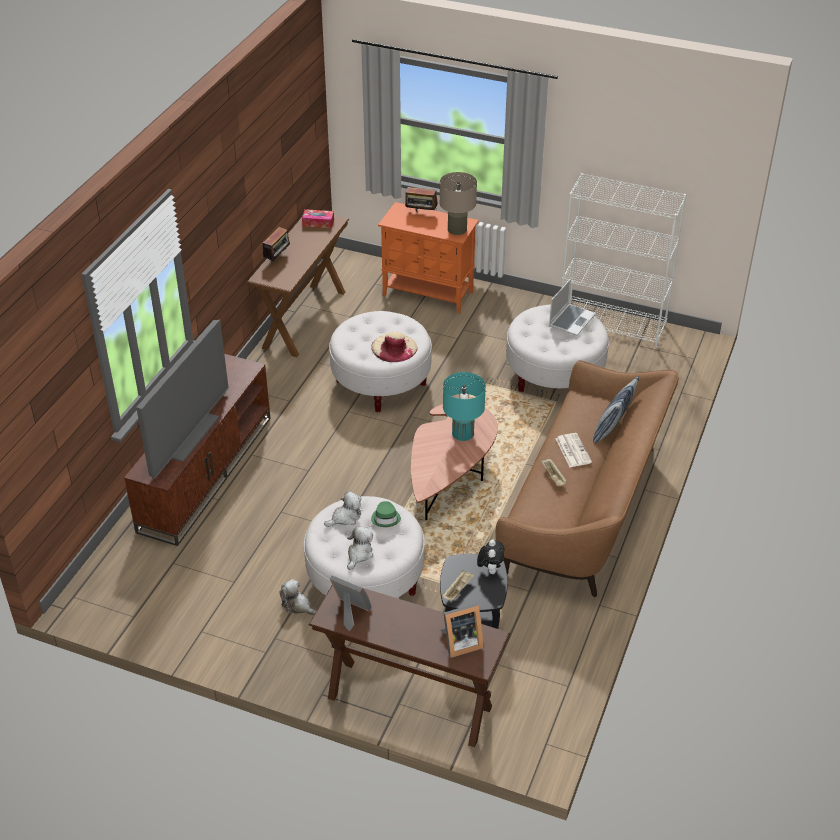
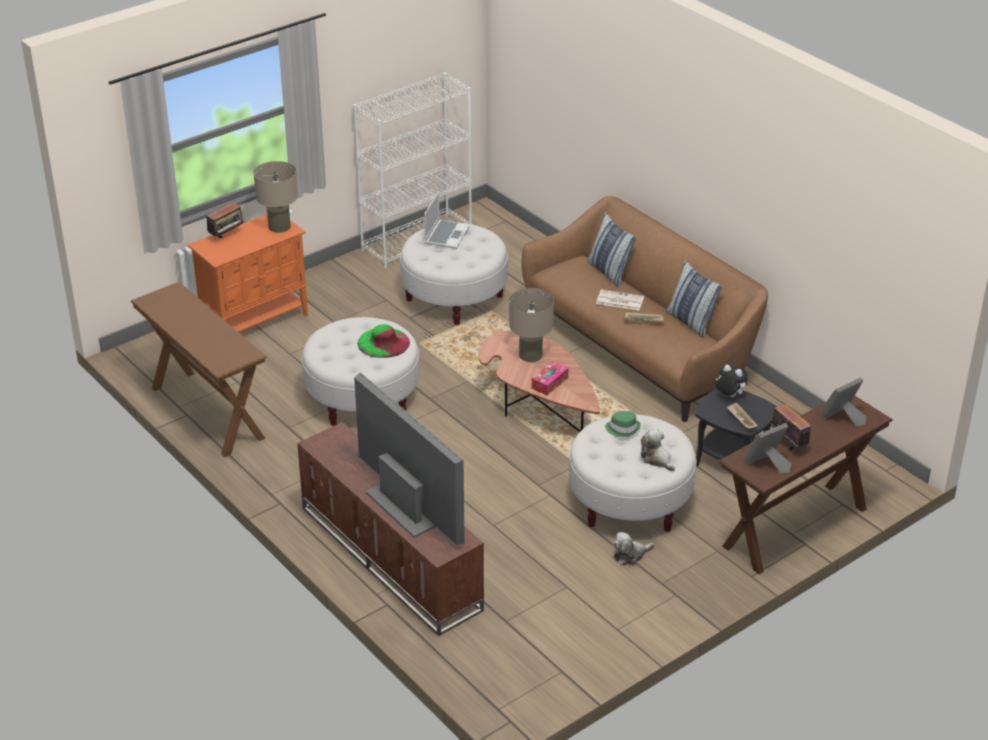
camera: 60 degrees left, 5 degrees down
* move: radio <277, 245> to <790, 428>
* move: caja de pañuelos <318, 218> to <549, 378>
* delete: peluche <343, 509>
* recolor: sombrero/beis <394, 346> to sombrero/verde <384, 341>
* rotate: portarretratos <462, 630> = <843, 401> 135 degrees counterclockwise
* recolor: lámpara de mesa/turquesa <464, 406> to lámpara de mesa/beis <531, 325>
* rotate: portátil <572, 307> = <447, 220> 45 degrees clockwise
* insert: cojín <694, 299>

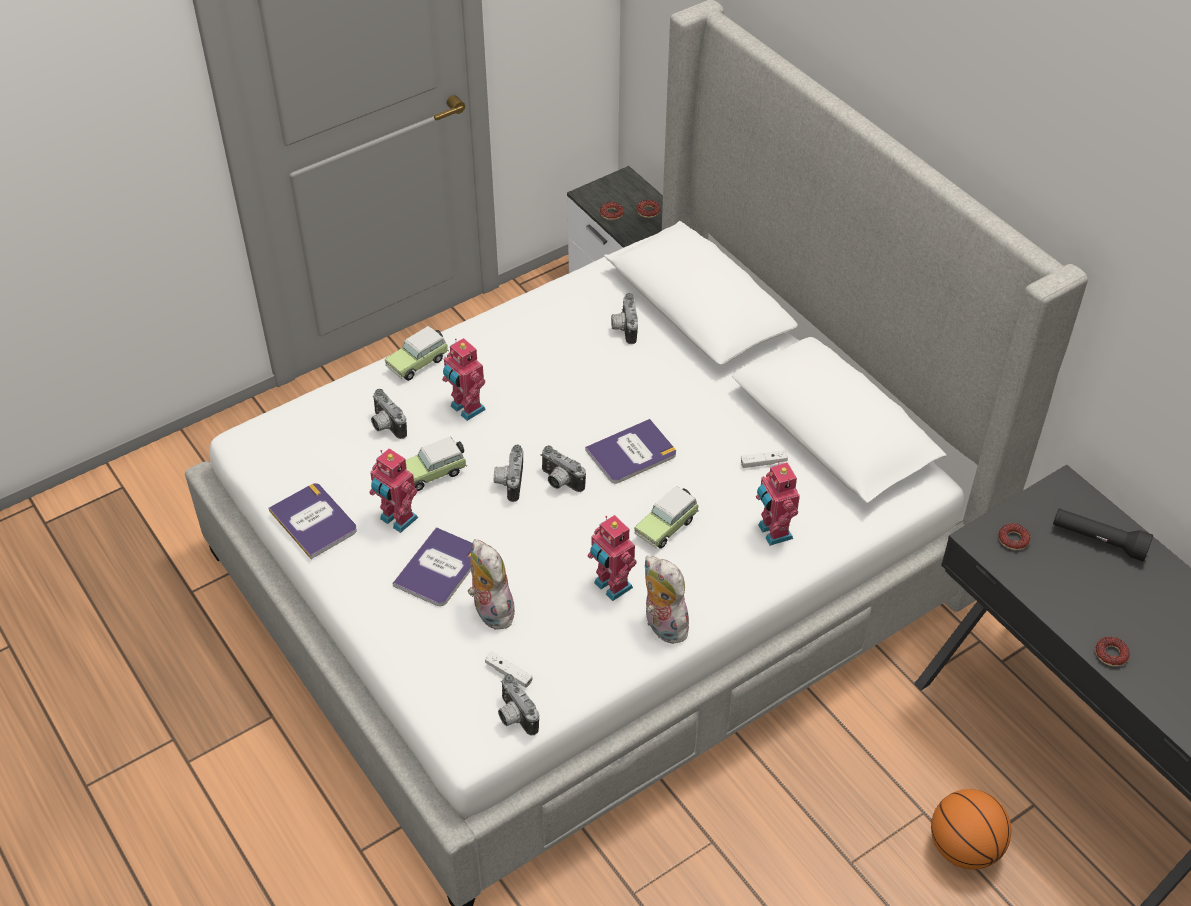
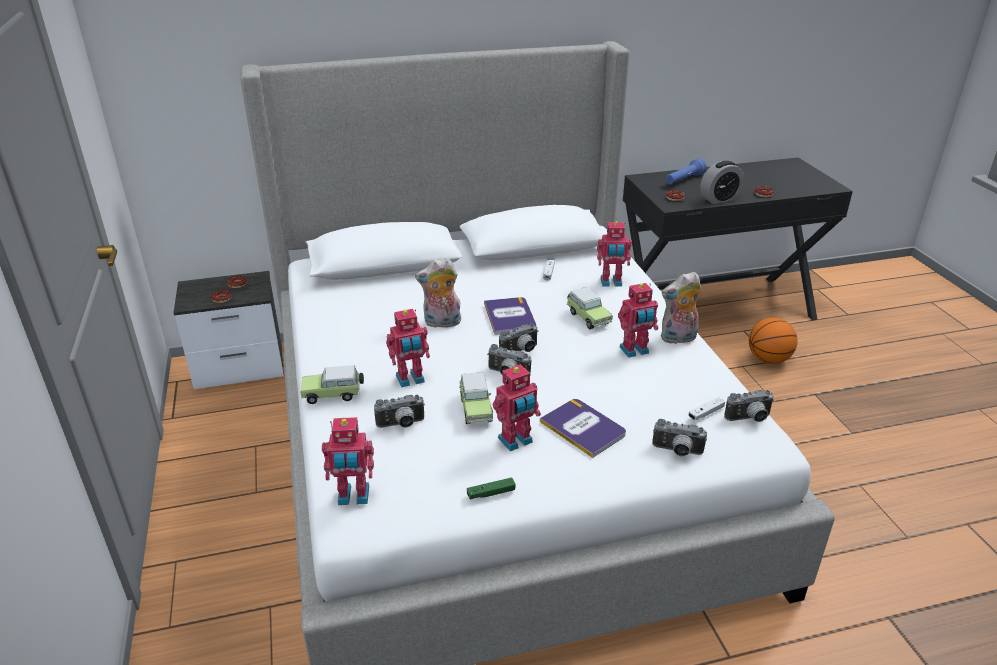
camera: 70 degrees left, 15 degrees down
* replace: libro <312, 521> to mando de consola/verde <491, 488>
* rotate: coche de juguete <417, 353> = <332, 384> 105 degrees clockwise
* move: peluche <492, 584> to <438, 293>
* move: cámara <624, 318> to <679, 437>
* recolor: linterna/negro <1103, 534> to linterna/azul <686, 171>
* insert: robot de juguete <348, 461>
* insert: despertador <722, 182>

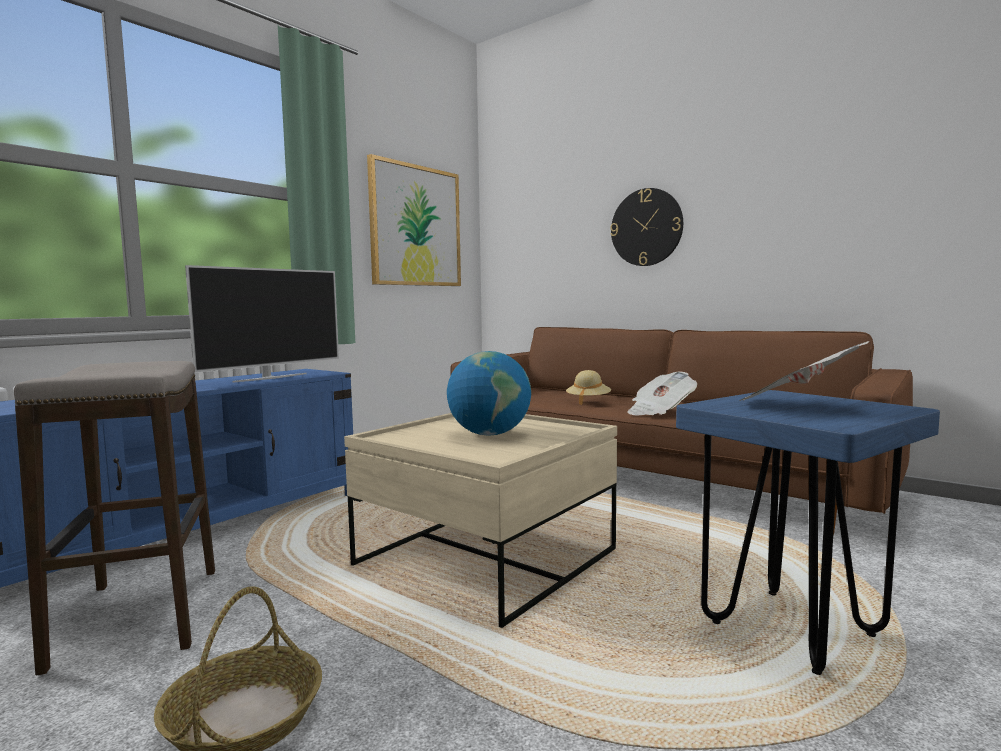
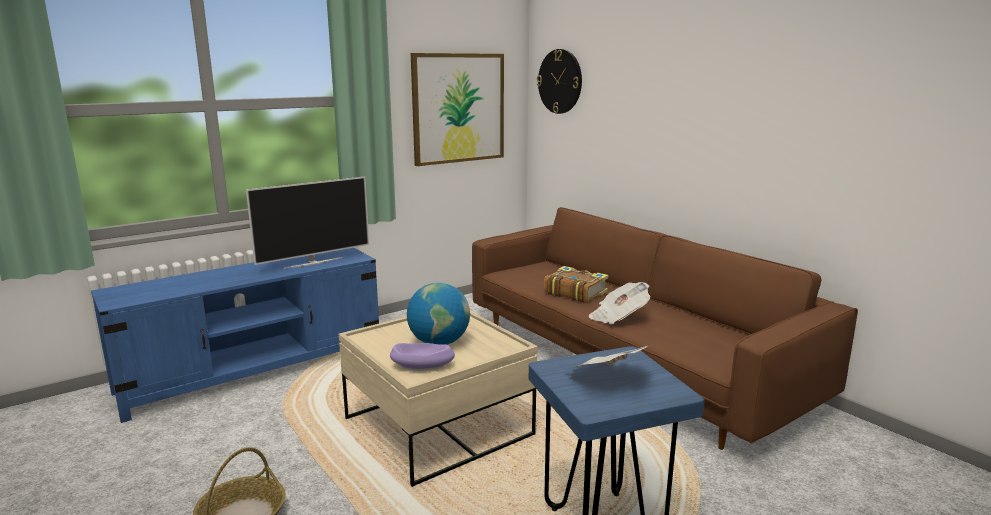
camera: 15 degrees right, 10 degrees up
* delete: taburete <114, 518>
* replace: sombrero/beis <588, 387> to libro <576, 284>
* move: reloj de pared <646, 227> to <559, 81>
* insert: cuenco/morado <422, 357>

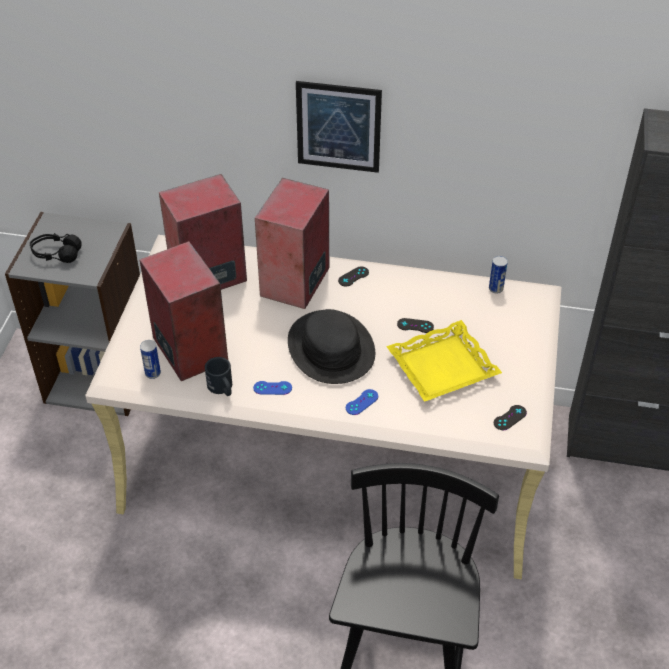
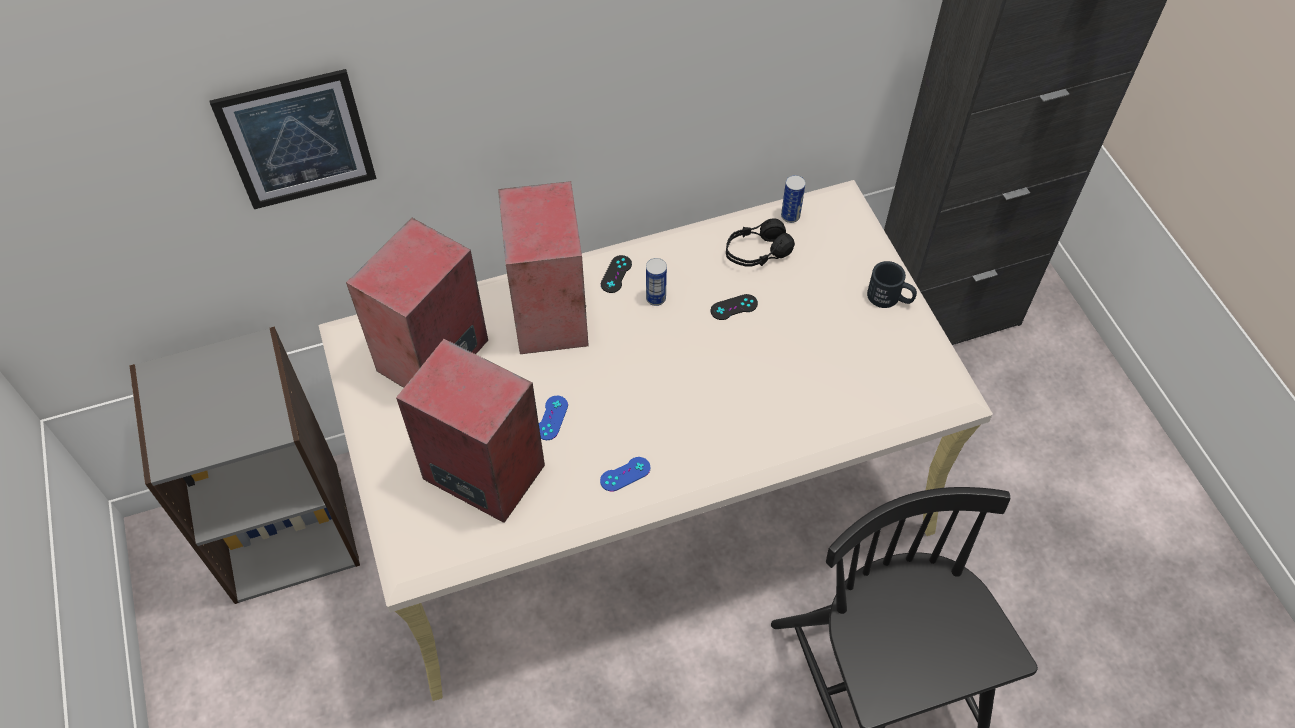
camera: 30 degrees left, 10 degrees up
* move: auriculares/negro <56, 248> to <760, 242>
* move: lata <150, 359> to <656, 282>
* move: taza grande/negro <218, 376> to <892, 284>
* delete: sombrero/negro <331, 346>
* move: cuadro <339, 127> to <293, 139>
* move: mando de consola/azul <362, 402> to <553, 418>
* delete: bandeja/amarillo <444, 361>
* delete: mando de consola/negro <510, 417>

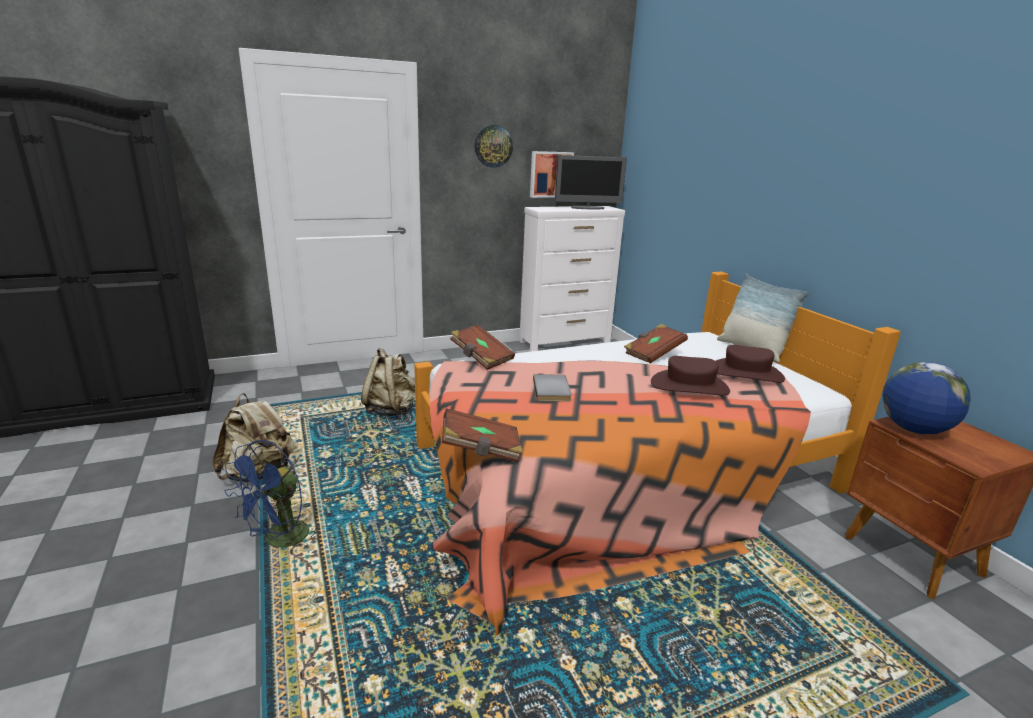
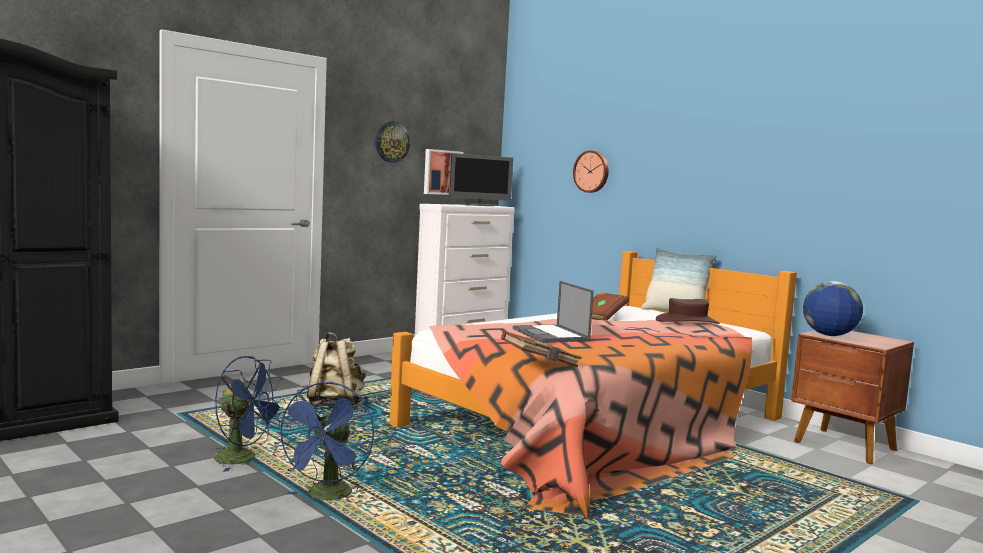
camera: 20 degrees left, 15 degrees down
* replace: mochila/beis <253, 437> to ventilador/azul <250, 413>
* delete: libro/marrón <482, 347>
* replace: libro/gris <552, 388> to portátil <553, 312>
* delete: sombrero/marrón <690, 376>
* insert: reloj de pared <591, 172>

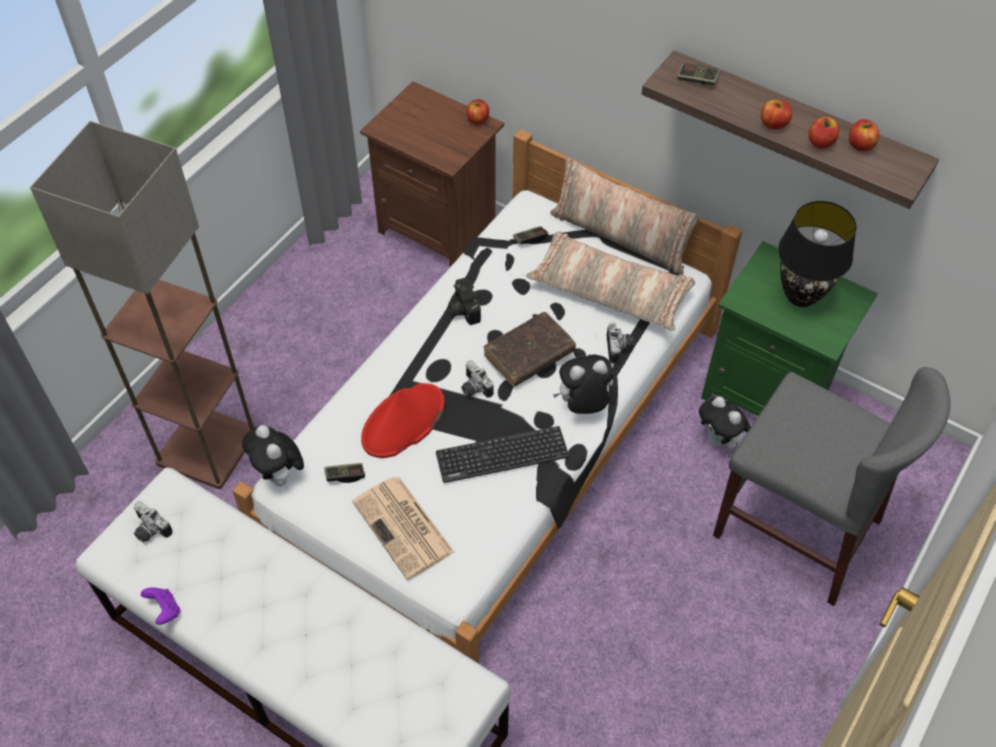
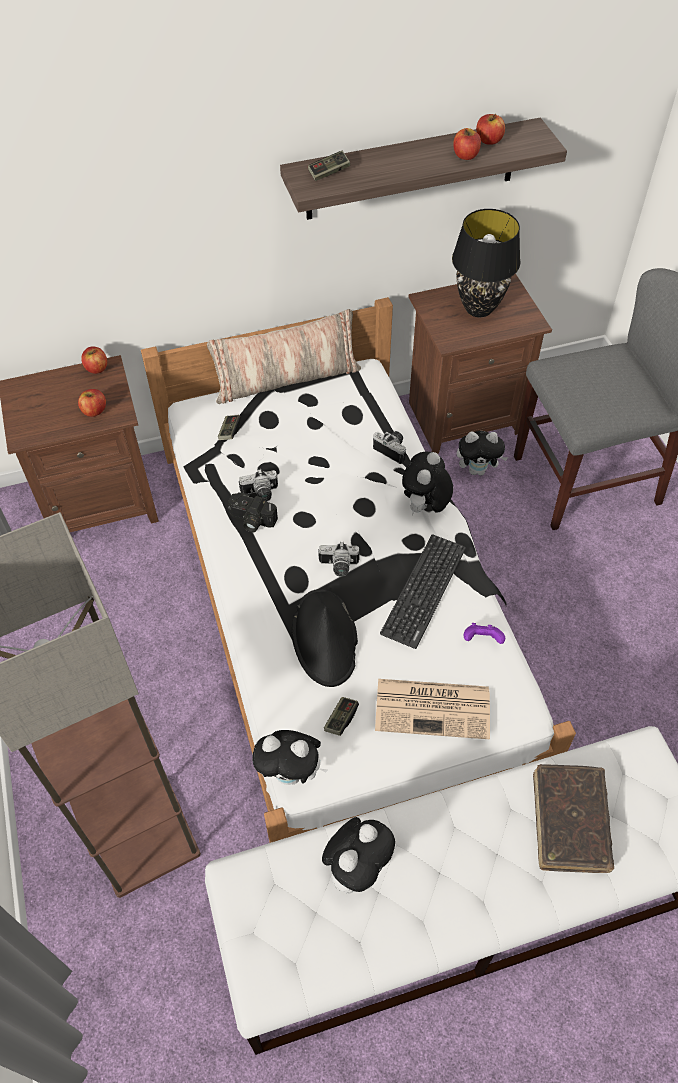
camera: 50 degrees left, 0 degrees up
* move: cámara <153, 522> to <258, 485>
* move: mando de consola/morado <160, 606> to <484, 633>
* recolor: sombrero/rojo <402, 420> to sombrero/negro <325, 638>
* move: libro/marrón <530, 349> to <573, 818>
* delete: cojín <610, 281>
* recolor: mesita de noche/verde <789, 328> to mesita de noche/marrón <480, 363>
* move: manzana <776, 114> to <92, 403>
* insert: peluche <358, 855>

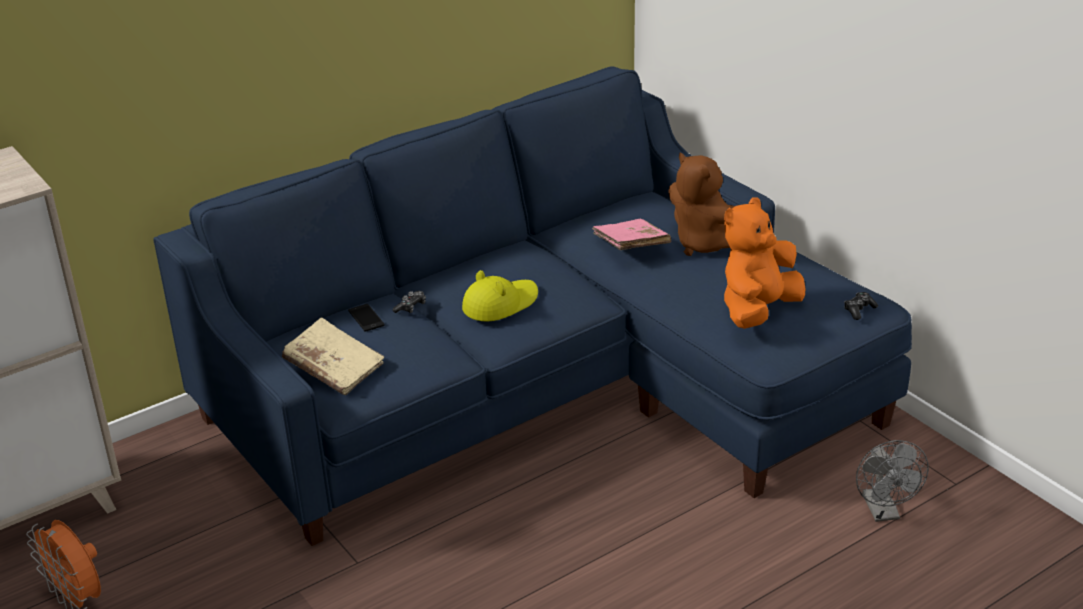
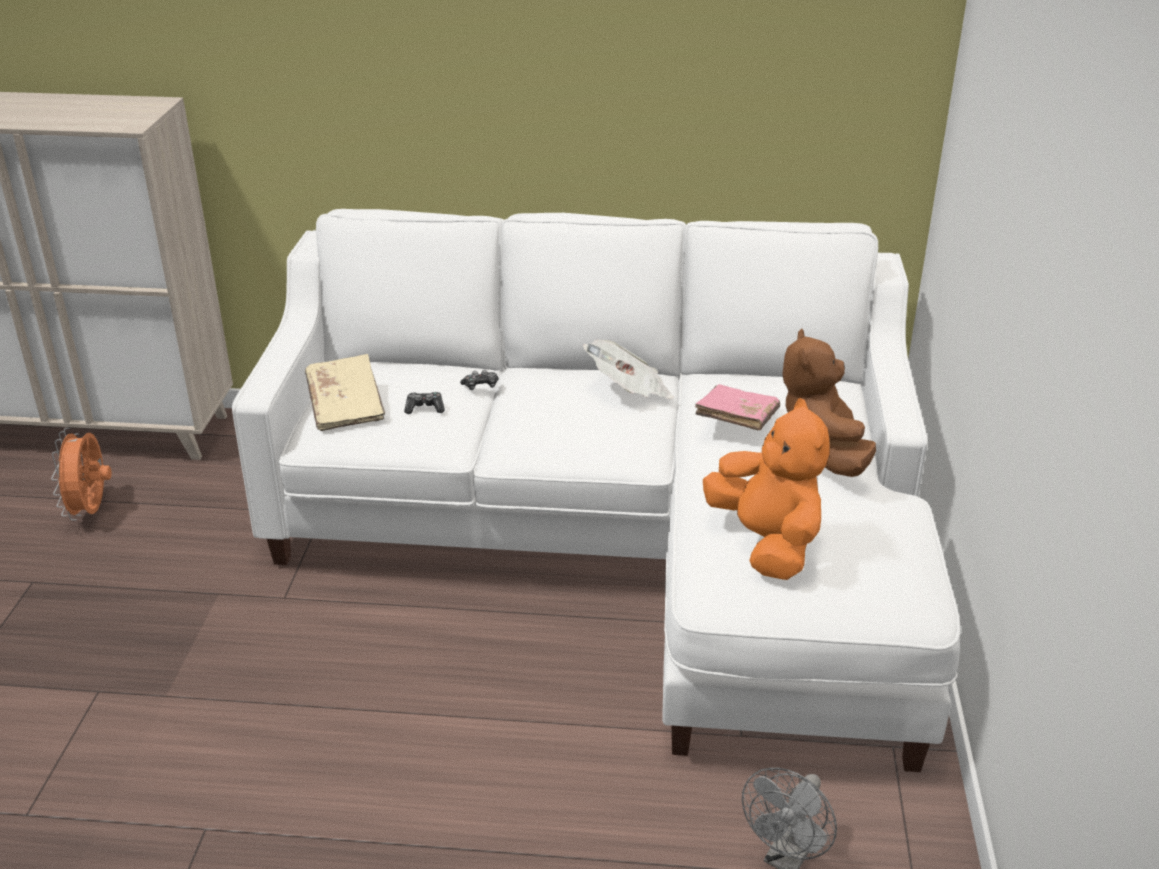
camera: 40 degrees right, 0 degrees up
* recolor: sofá/azul <532, 306> to sofá/blanco <596, 490>
* delete: móvil <366, 318>
* delete: sombrero/amarillo <500, 295>
* rotate: peluche/naranja <764, 263> = <766, 489> 75 degrees clockwise
* move: mando de consola <861, 306> to <424, 403>
* insert: periódico <628, 369>

